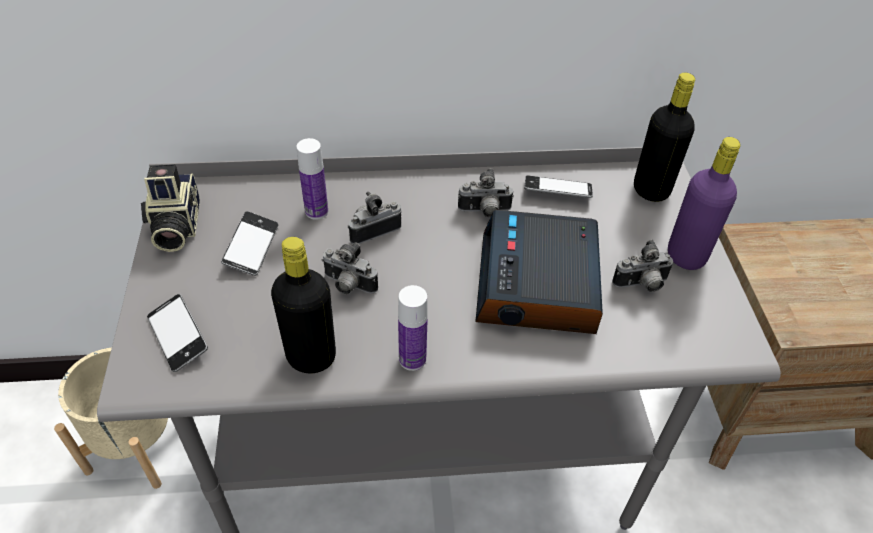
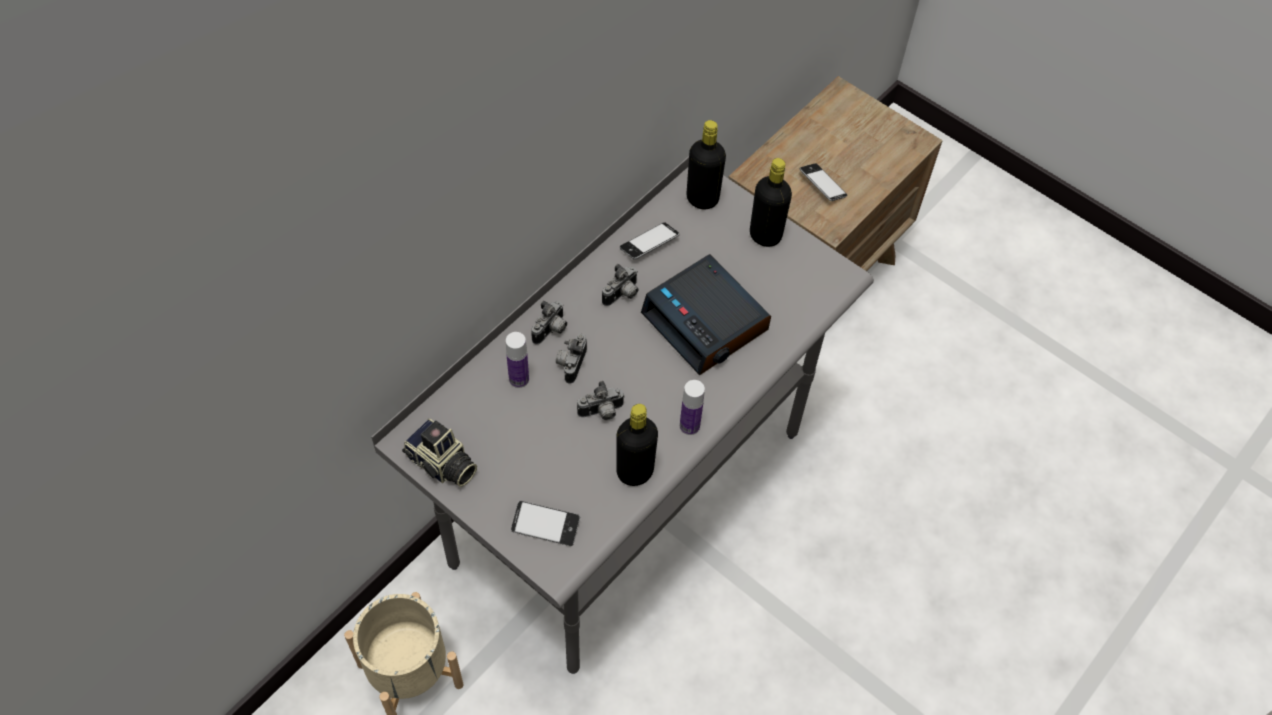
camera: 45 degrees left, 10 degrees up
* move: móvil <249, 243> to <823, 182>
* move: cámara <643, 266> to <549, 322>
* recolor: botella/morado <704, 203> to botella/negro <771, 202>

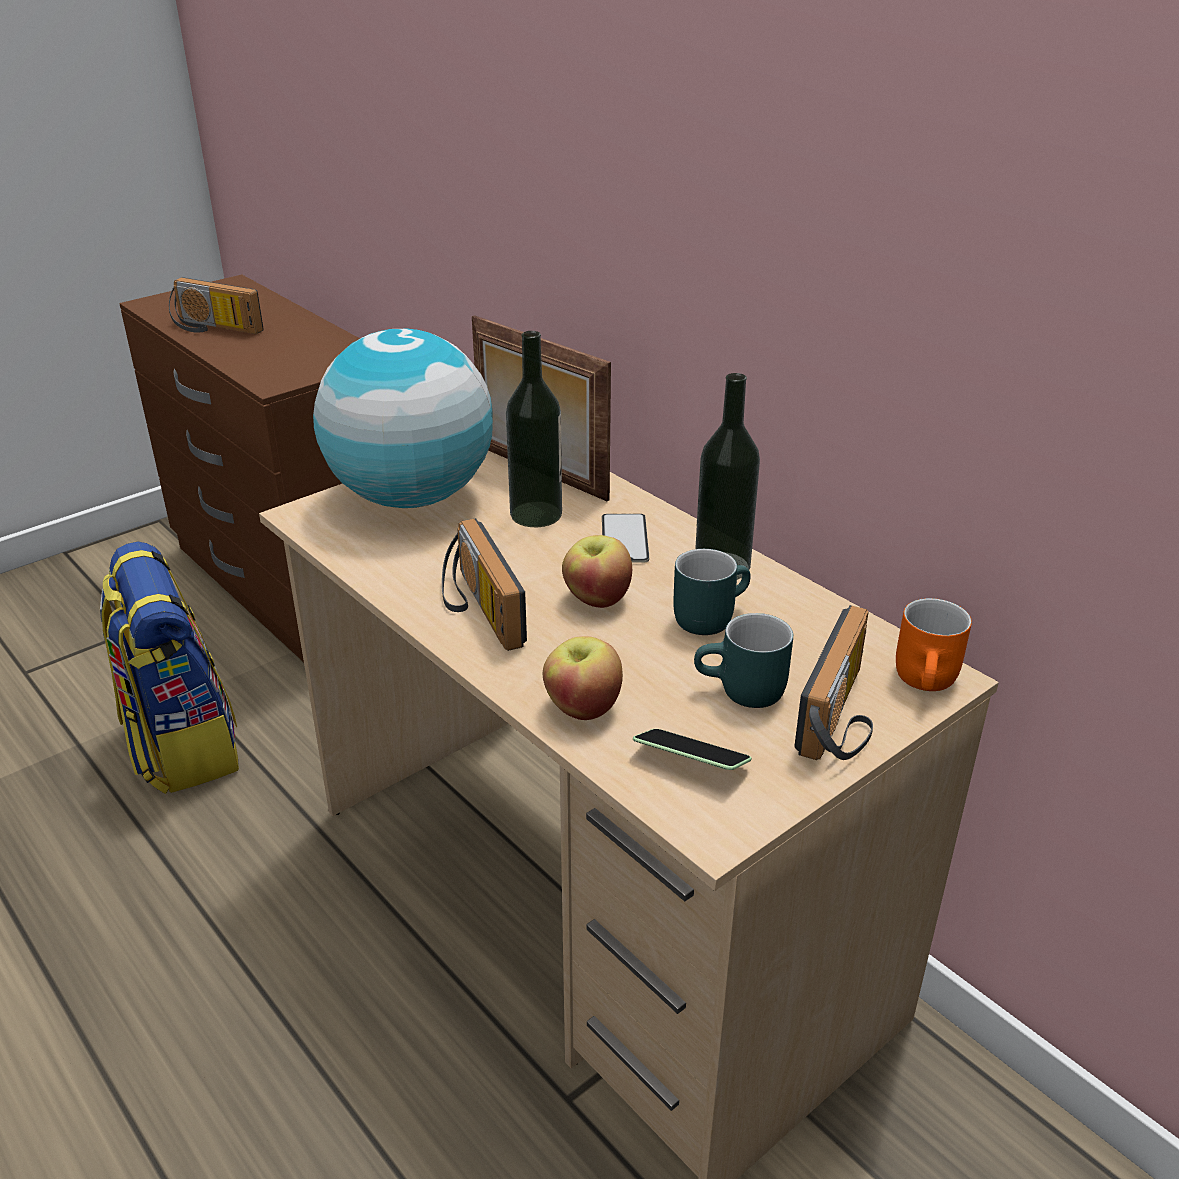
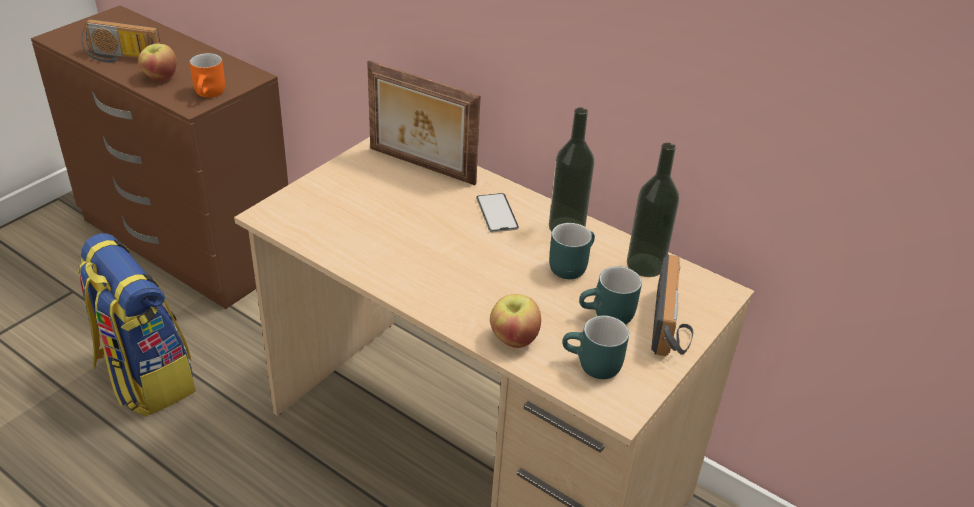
camera: 15 degrees left, 5 degrees up
* delete: globo terráqueo <403, 418>
* delete: radio <484, 584>
* move: botella <534, 429> to <653, 210>
* move: manzana <597, 571> to <157, 62>
* replace: móvil <692, 749> to taza grande/turquesa <595, 347>
* move: taza grande/naranja <934, 644> to <207, 75>

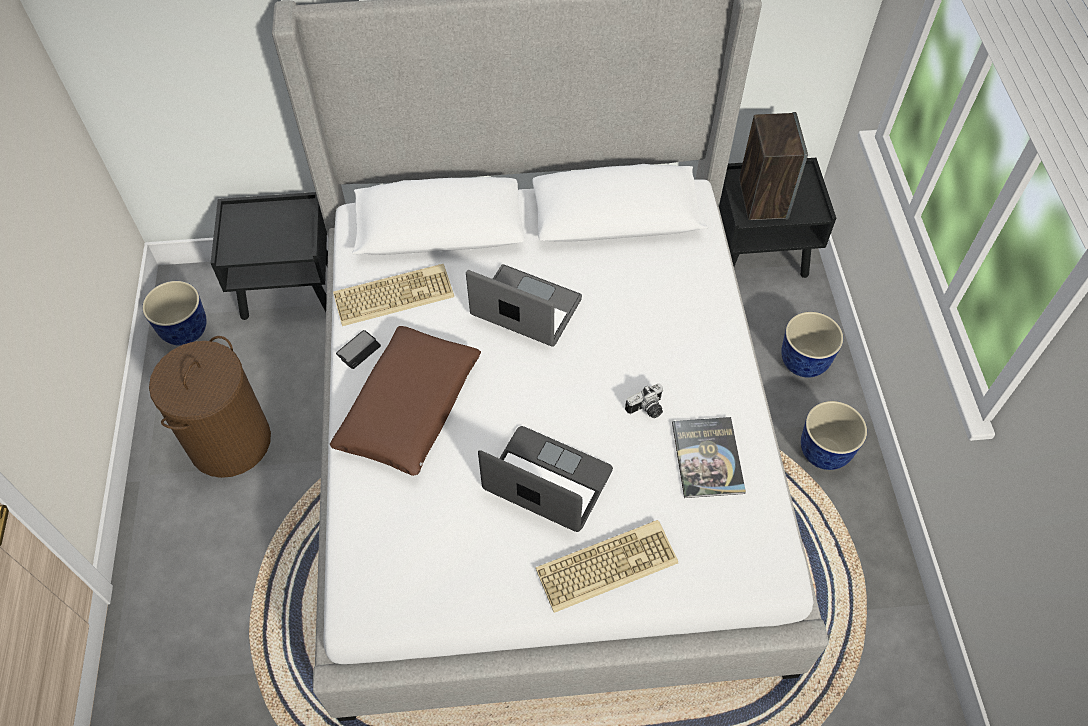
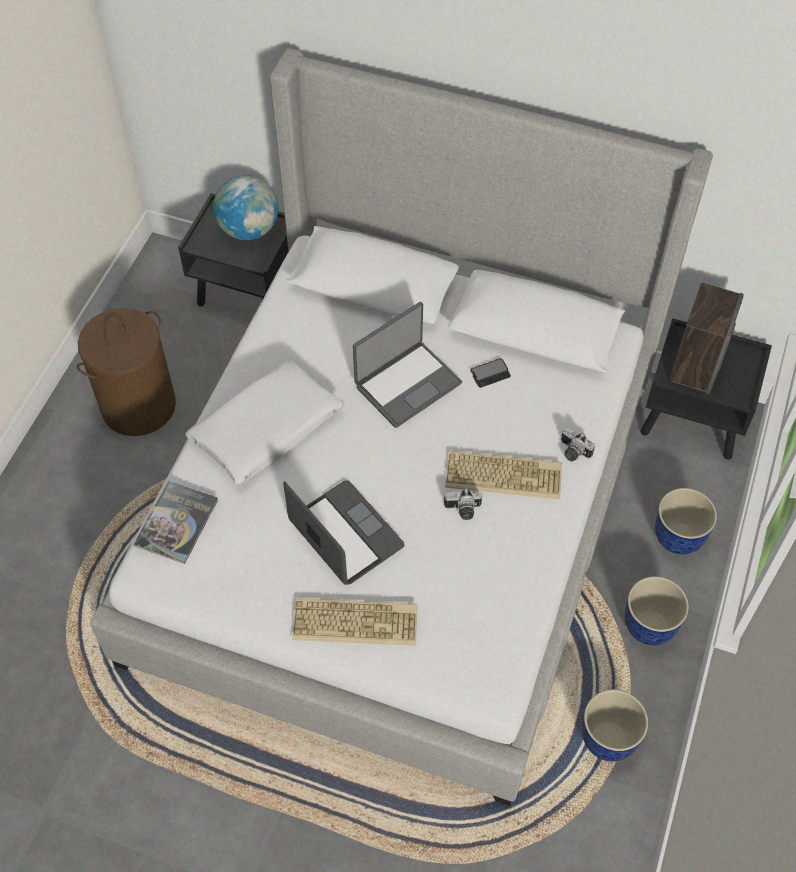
camera: 25 degrees right, 0 degrees up
* move: maceta <174, 313> to <615, 725>
* recolor: cojín/marrón <405, 401> to cojín/blanco <265, 421>
* move: teclado <393, 295> to <503, 475>
* move: móvil <358, 349> to <490, 373>
* rotate: portátil <524, 305> = <407, 365> 90 degrees clockwise
* move: libro <709, 457> to <175, 522>
* insert: globo terráqueo <245, 207>
* insert: cámara <578, 444>

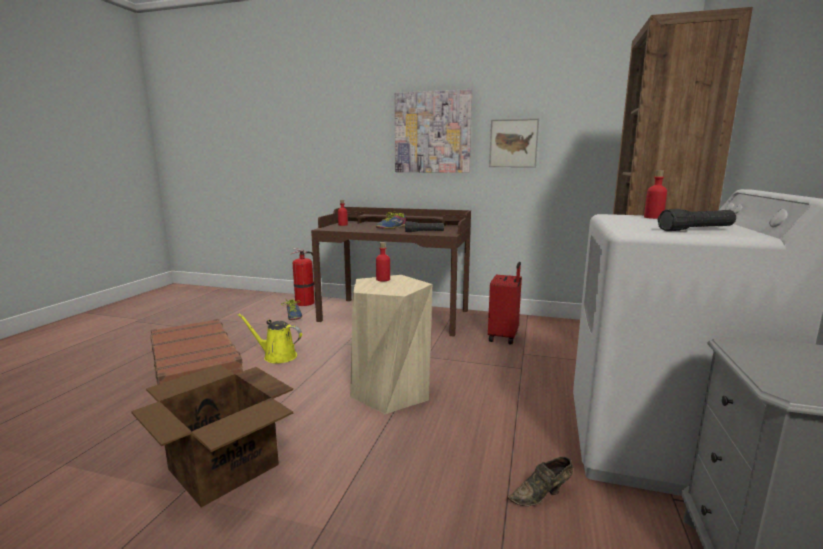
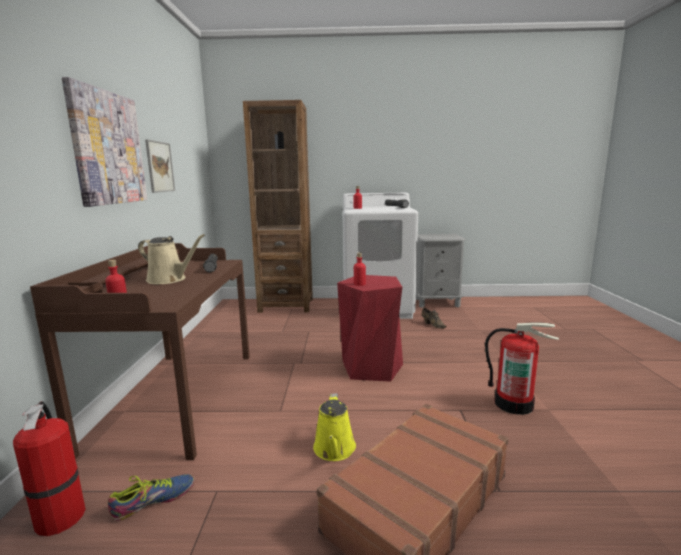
camera: 105 degrees left, 0 degrees up
* replace: caja de cartón <212, 435> to extintor <522, 368>
* recolor: taburete/beis <391, 344> to taburete/rojo <370, 328>
* replace: zapato <391, 220> to regadera/beis <171, 259>
* delete: maleta/rojo <505, 303>

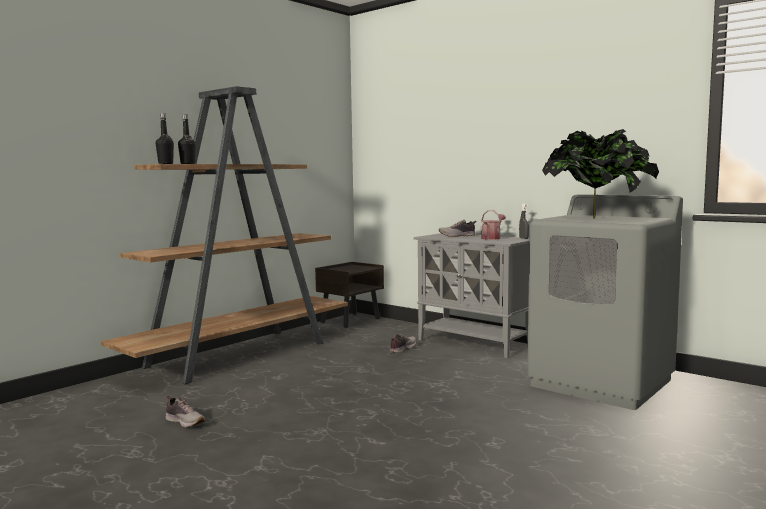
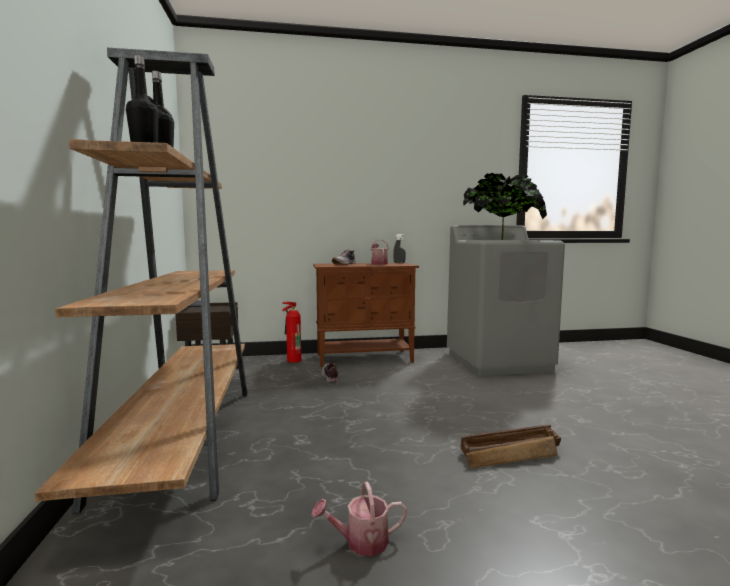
camera: 50 degrees left, 0 degrees up
* replace: zapato <185, 411> to regadera <359, 519>
* recolor: armario/gris <472, 295> to armario/marrón <366, 315>
* insert: extintor <291, 332>
* insert: caja de embalaje <511, 446>

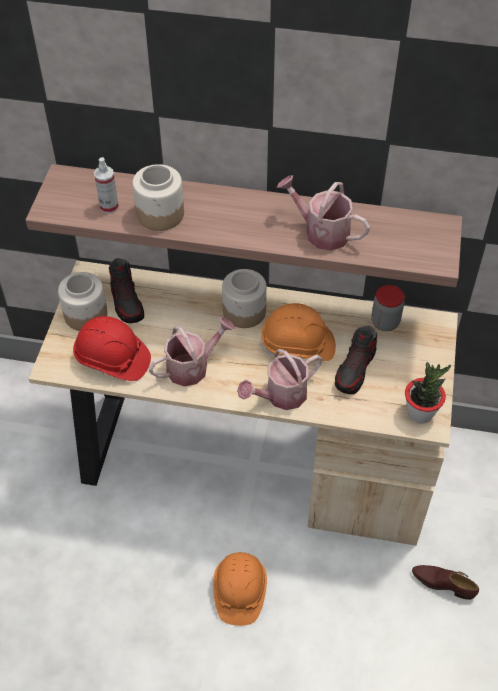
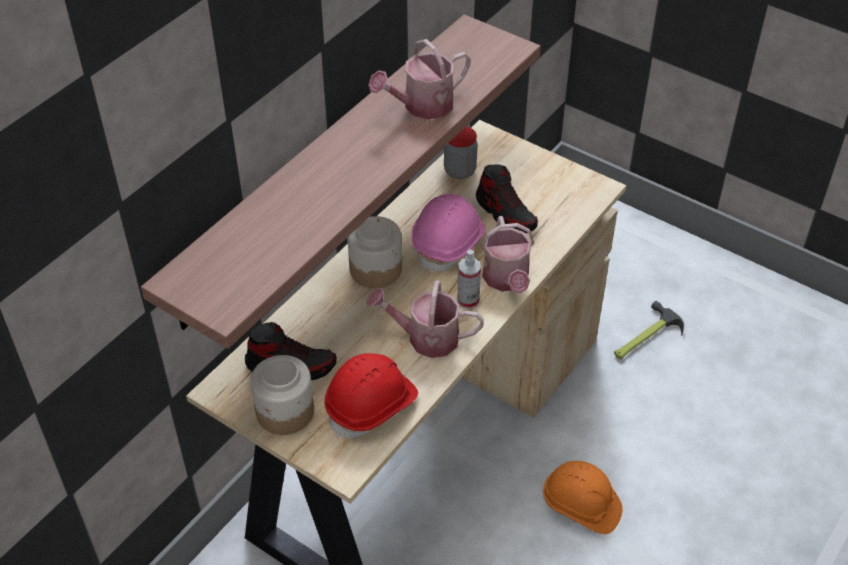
camera: 65 degrees left, 5 degrees down
* move: pulverizador <106, 185> to <469, 279>
* delete: tarro <158, 197>
* rotate: regadera <192, 352> = <425, 319> 75 degrees counterclockwise
* recolor: casco/naranja <298, 332> to casco/rosa <448, 234>
* delete: planta en maceta <428, 393>
* replace: zapato/marrón <445, 582> to martillo <649, 330>

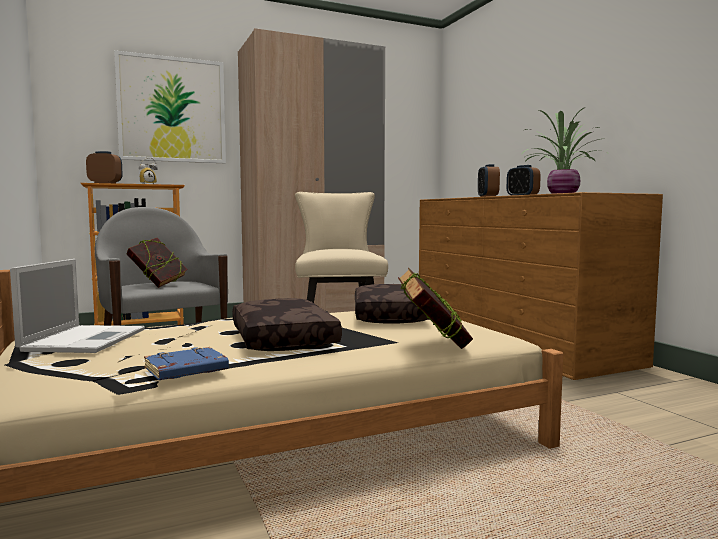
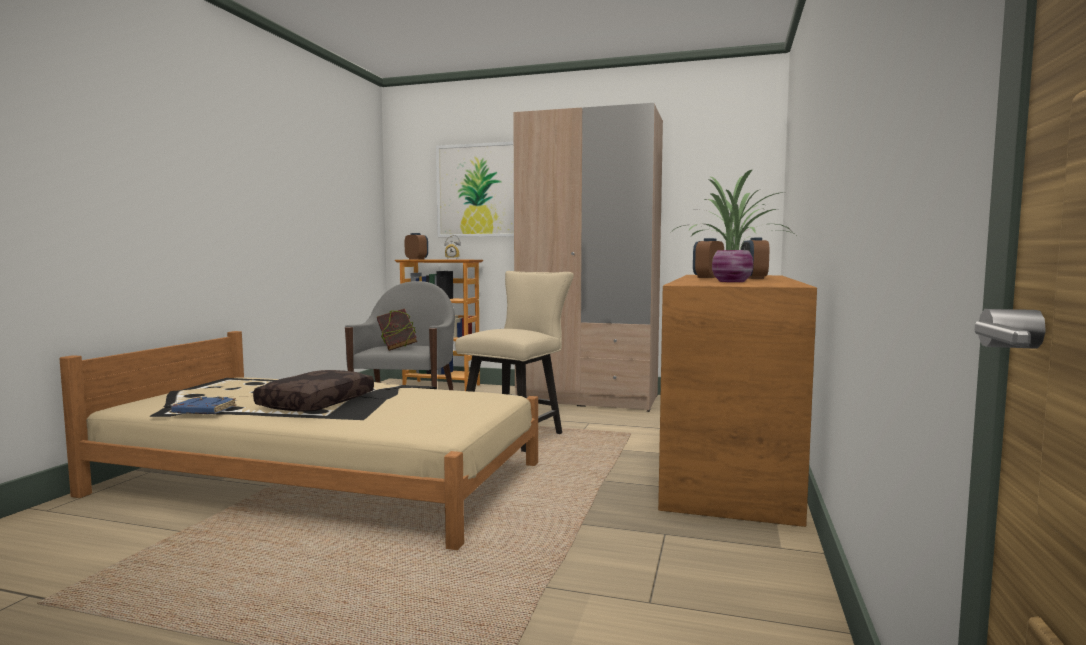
camera: 40 degrees right, 0 degrees up
* delete: portátil <77, 306>
* delete: cojín/marrón <392, 304>
* delete: libro <435, 308>

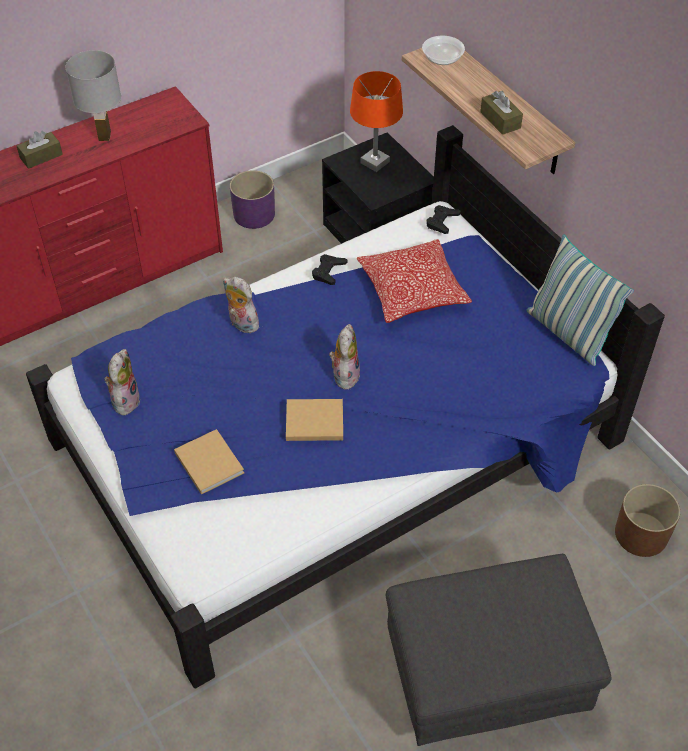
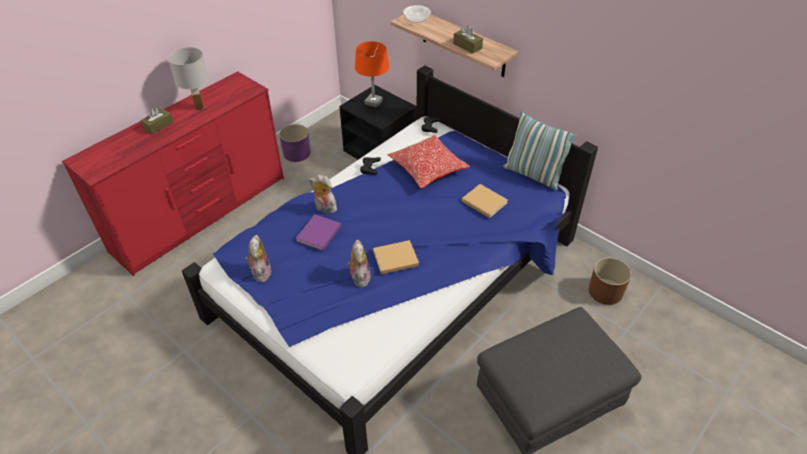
camera: 15 degrees left, 5 degrees down
* move: libro/beis <209, 462> to <485, 201>
* move: peluche <344, 357> to <359, 263>
* insert: libro/morado <318, 232>

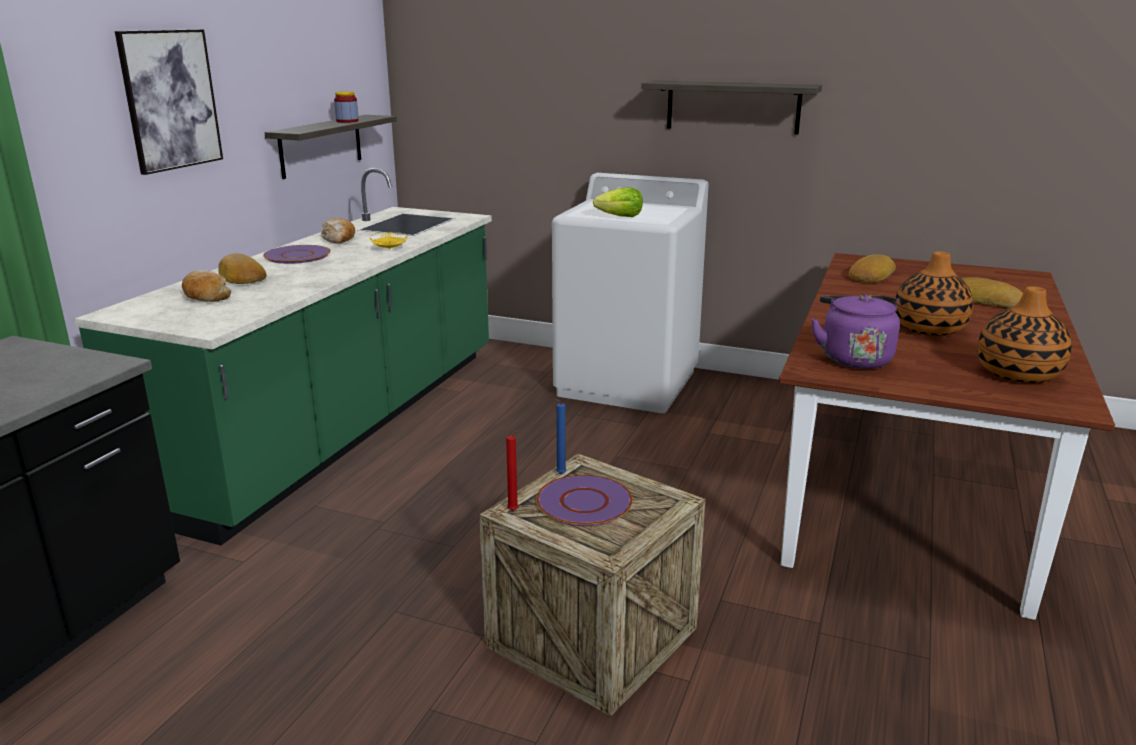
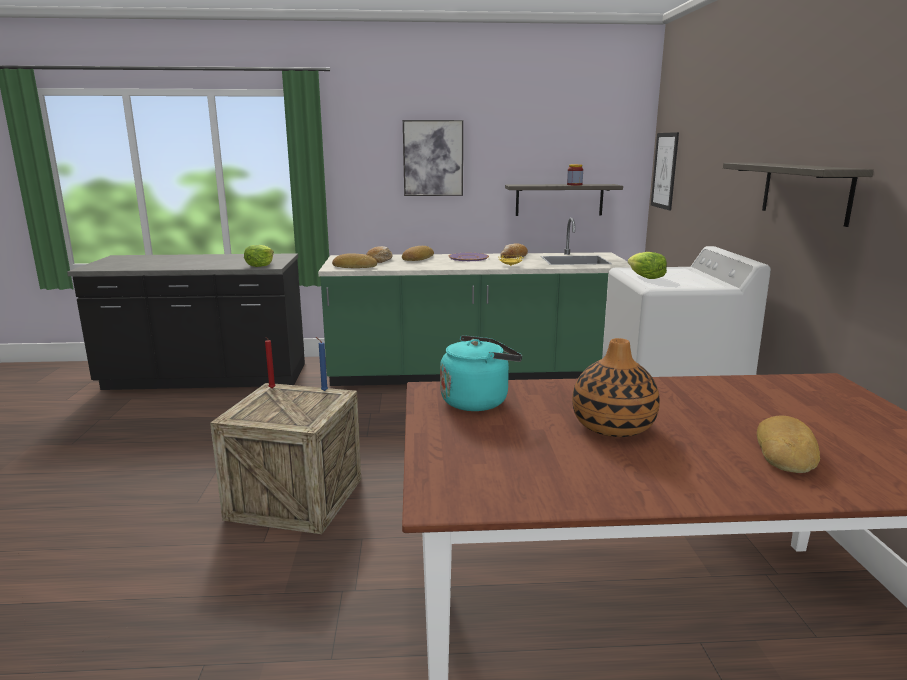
camera: 65 degrees right, 5 degrees down
* delete: plato/morado <584, 500>
* recolor: hervidor/morado <855, 331> to hervidor/turquesa <481, 373>
* move: pan <872, 268> to <354, 260>
* delete: florero <1024, 334>
* insert: lechuga <259, 256>
* insert: cuadro <665, 171>

